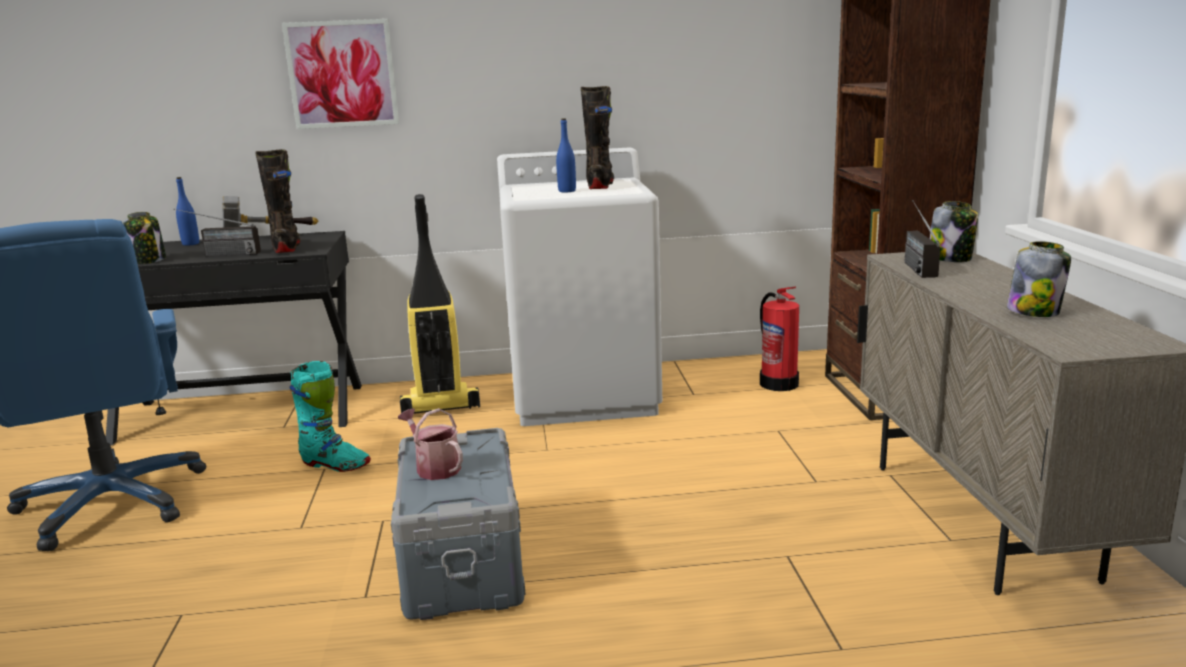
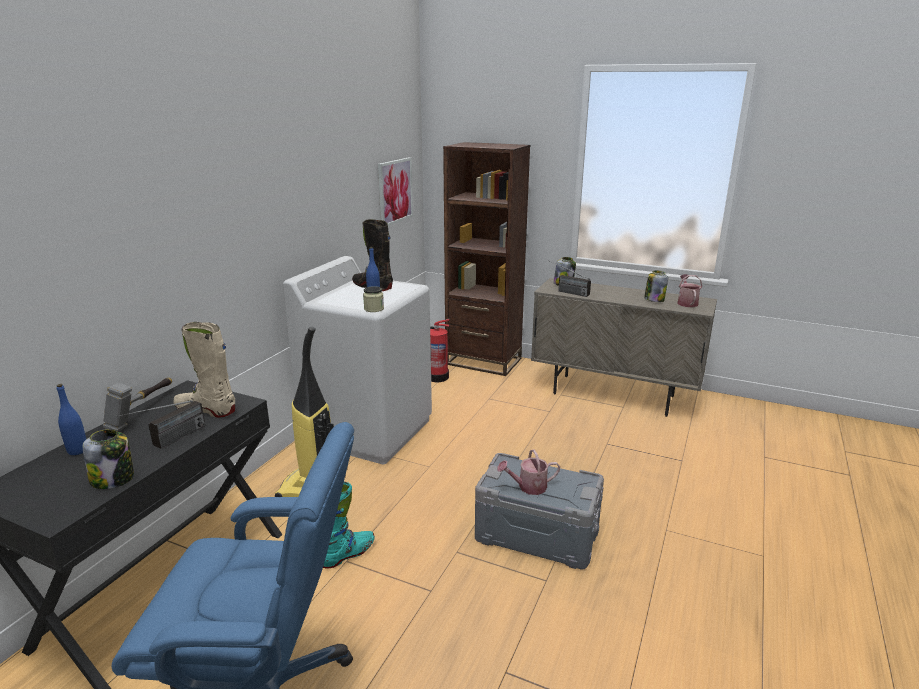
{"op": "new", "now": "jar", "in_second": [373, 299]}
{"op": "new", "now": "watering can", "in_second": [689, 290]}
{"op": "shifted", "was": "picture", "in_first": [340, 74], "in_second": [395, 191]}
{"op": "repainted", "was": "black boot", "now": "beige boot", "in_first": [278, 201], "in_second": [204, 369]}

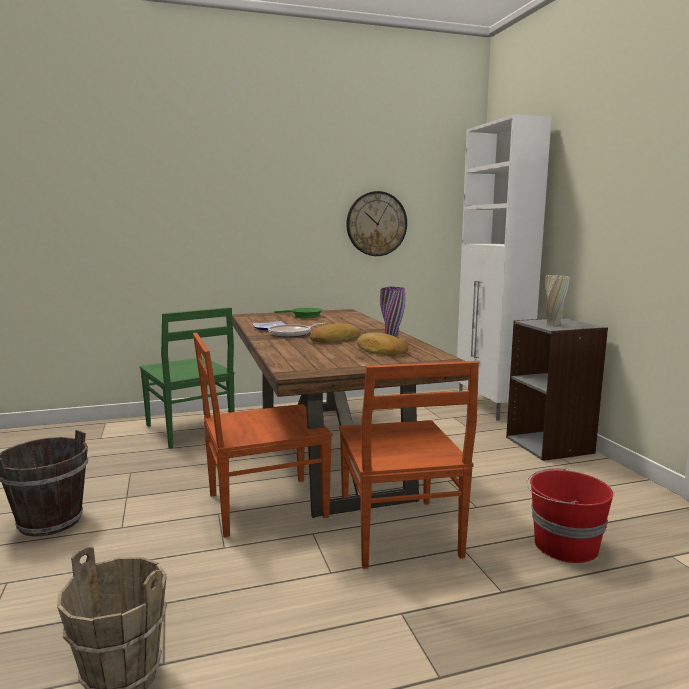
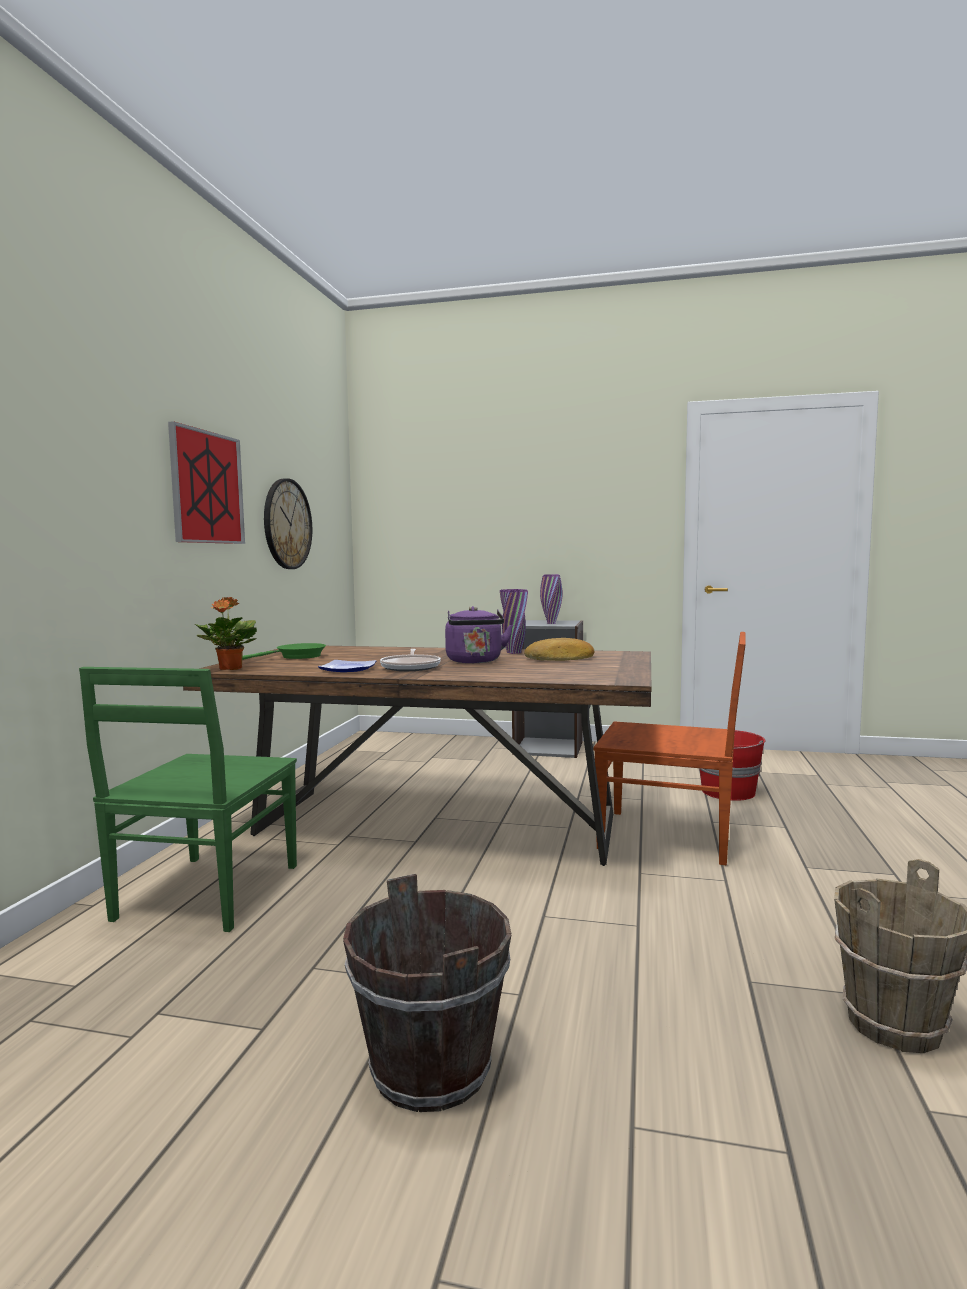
{"op": "gone", "was": "brown chair", "in_first": [263, 435]}
{"op": "gone", "was": "white cabinet", "in_first": [504, 267]}
{"op": "new", "now": "picture", "in_second": [206, 482]}
{"op": "new", "now": "potted plant", "in_second": [226, 633]}
{"op": "swapped", "was": "bread", "now": "purple kettle", "in_first": [335, 333], "in_second": [479, 634]}
{"op": "repainted", "was": "beige vase", "now": "purple vase", "in_first": [557, 300], "in_second": [551, 599]}
{"op": "rotated", "was": "green chair", "in_first": [187, 377], "in_second": [188, 799], "clockwise": 105}

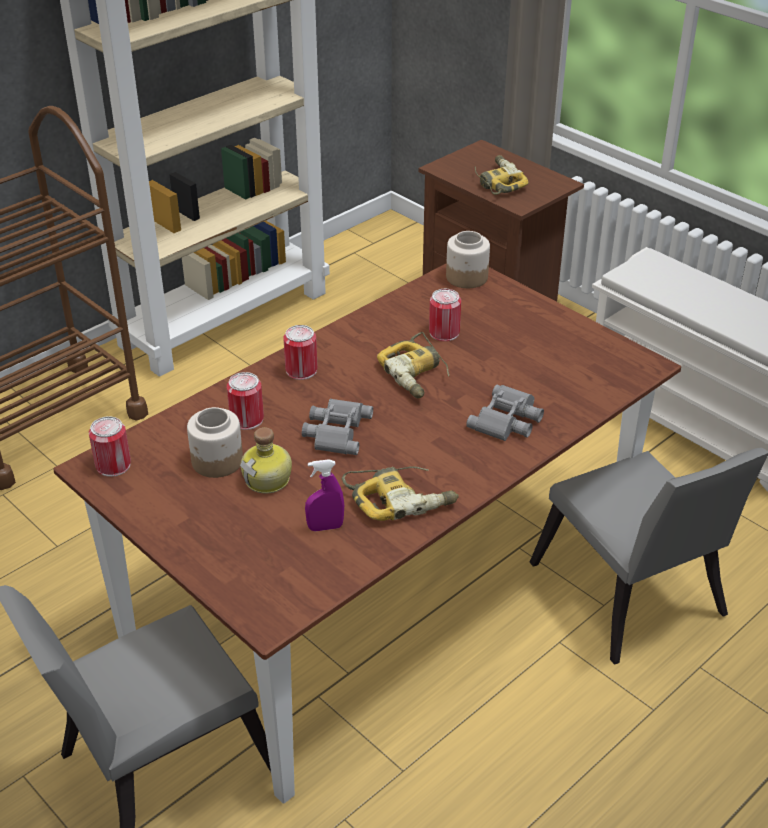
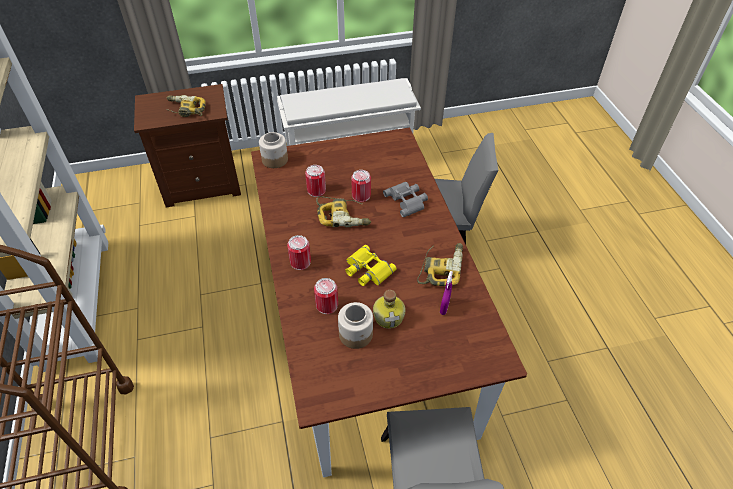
{"op": "shifted", "was": "can", "in_first": [110, 446], "in_second": [361, 186]}
{"op": "repainted", "was": "grey binoculars", "now": "yellow binoculars", "in_first": [337, 427], "in_second": [371, 265]}

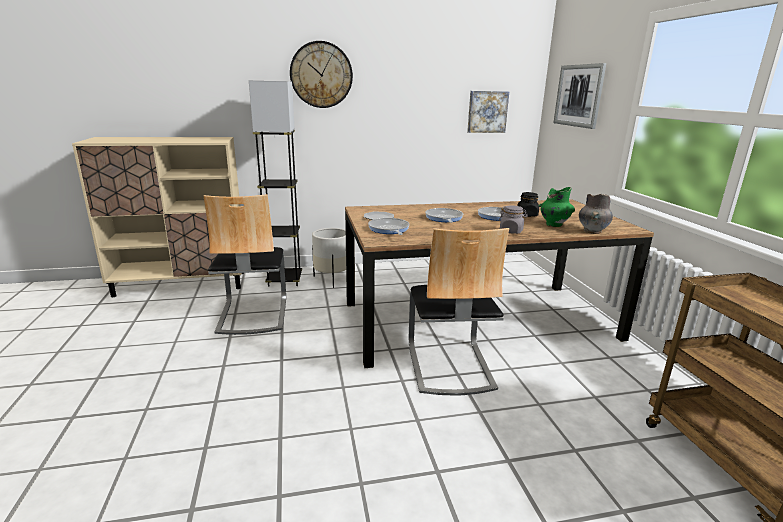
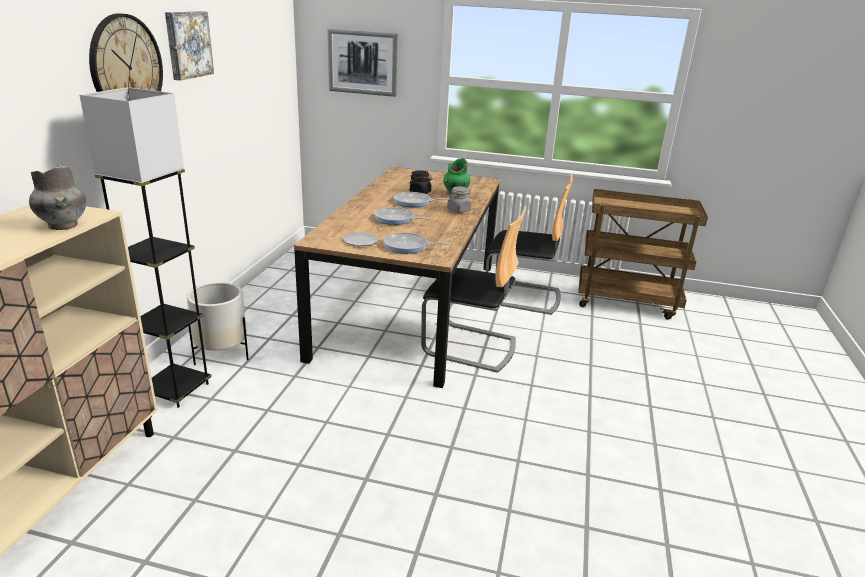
{"op": "shifted", "was": "chair", "in_first": [245, 264], "in_second": [529, 244]}
{"op": "shifted", "was": "picture", "in_first": [488, 112], "in_second": [189, 46]}
{"op": "shifted", "was": "grey vase", "in_first": [596, 214], "in_second": [58, 197]}

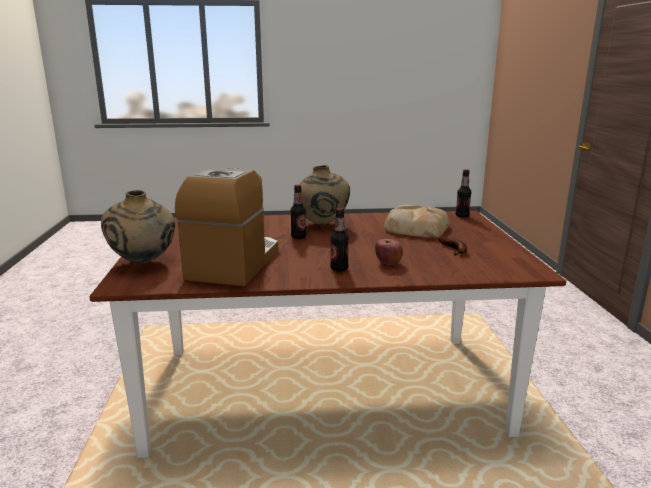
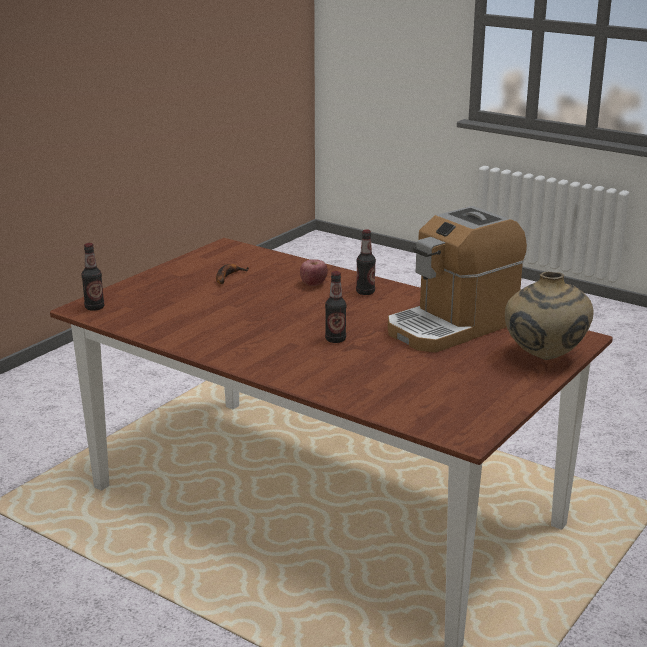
{"op": "gone", "was": "beige vase", "in_first": [324, 195]}
{"op": "gone", "was": "bread", "in_first": [417, 221]}

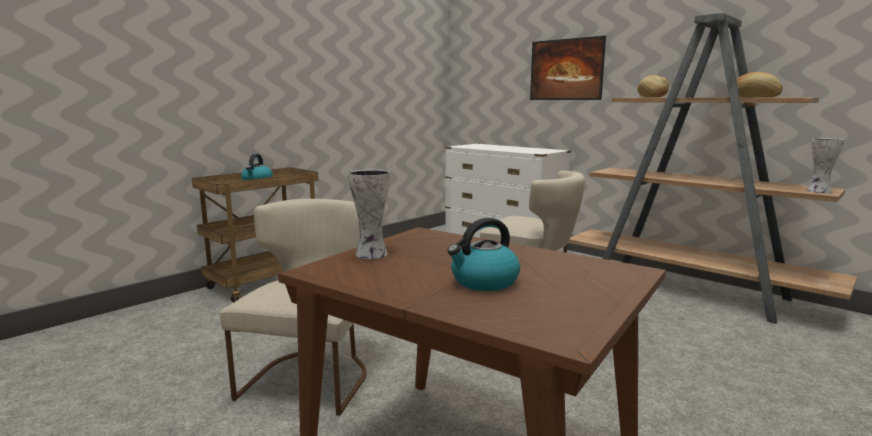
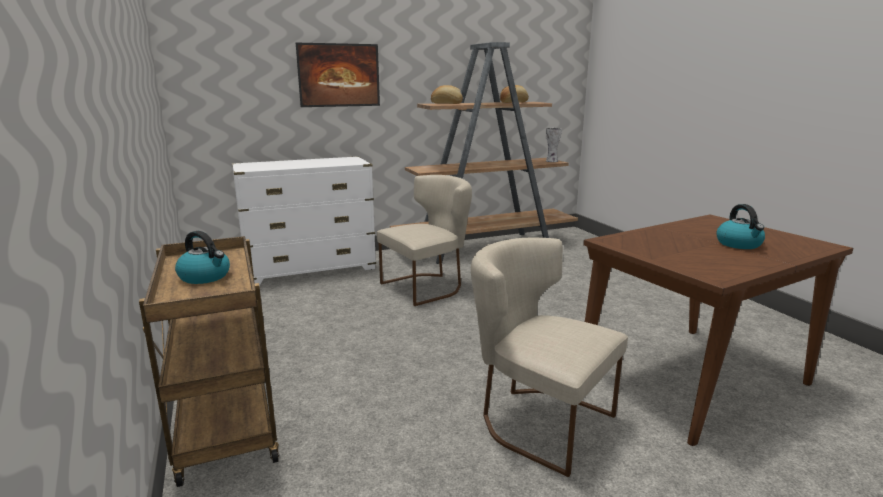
{"op": "gone", "was": "vase", "in_first": [369, 214]}

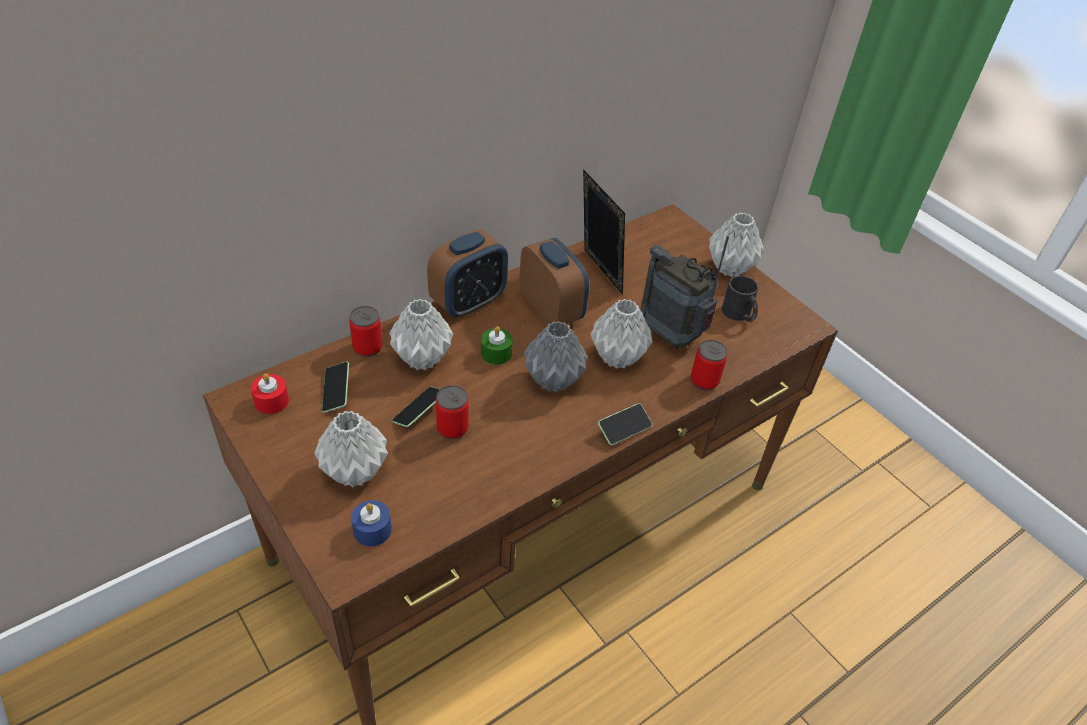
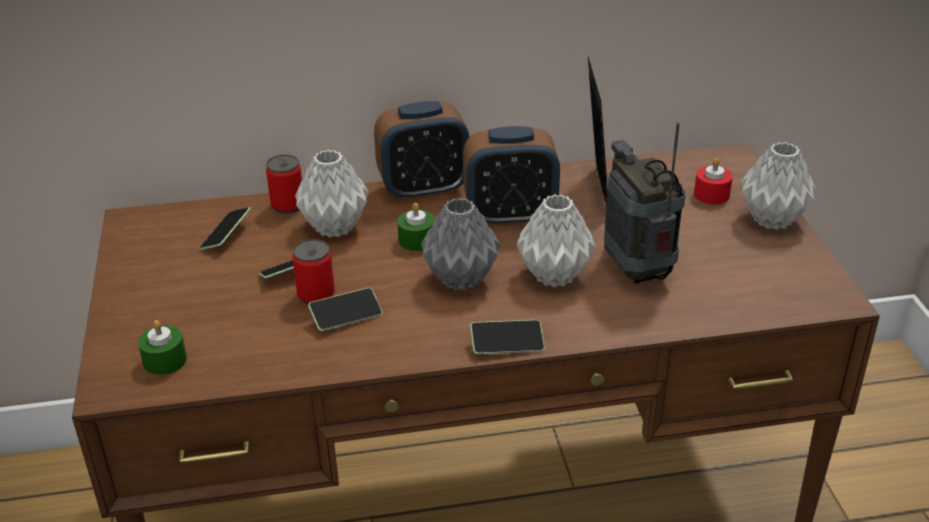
{"op": "gone", "was": "grey vase", "in_first": [351, 449]}
{"op": "gone", "was": "can", "in_first": [709, 365]}
{"op": "gone", "was": "black mug", "in_first": [740, 298]}
{"op": "new", "now": "phone", "in_second": [345, 309]}
{"op": "shifted", "was": "red candle", "in_first": [270, 393], "in_second": [713, 181]}
{"op": "repainted", "was": "blue candle", "now": "green candle", "in_first": [371, 523], "in_second": [162, 347]}
{"op": "rotated", "was": "alarm clock", "in_first": [554, 282], "in_second": [511, 176], "clockwise": 90}

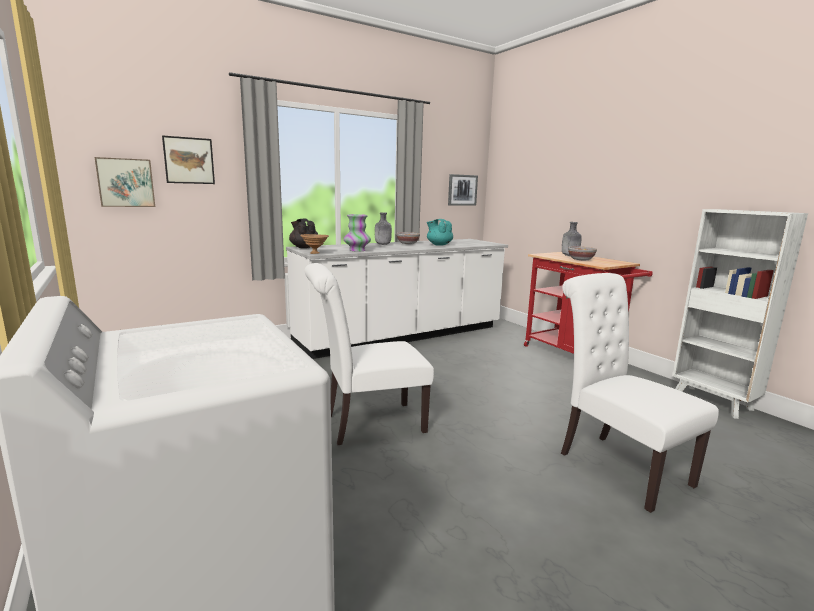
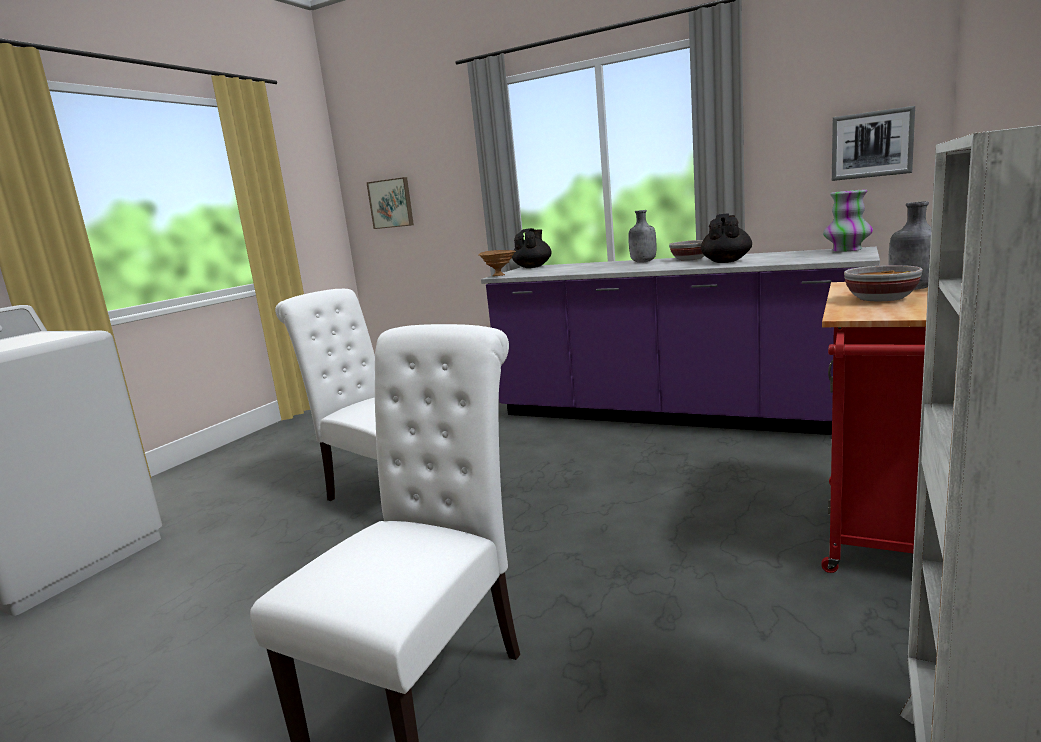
{"op": "gone", "was": "picture", "in_first": [188, 159]}
{"op": "shifted", "was": "vase", "in_first": [357, 232], "in_second": [848, 220]}
{"op": "repainted", "was": "white counter", "now": "purple counter", "in_first": [397, 299], "in_second": [680, 341]}
{"op": "repainted", "was": "turquoise teapot", "now": "black teapot", "in_first": [440, 232], "in_second": [726, 238]}

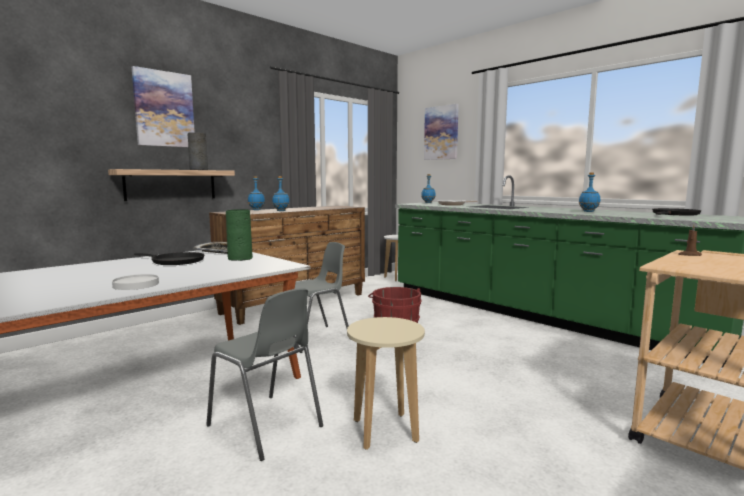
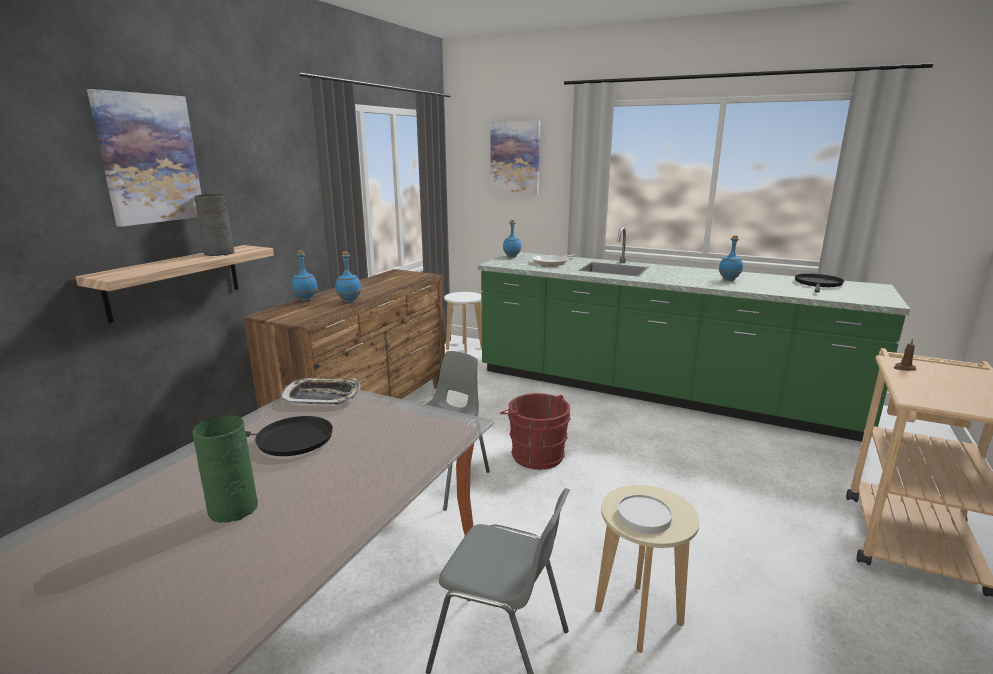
{"op": "shifted", "was": "white plate", "in_first": [135, 282], "in_second": [644, 514]}
{"op": "shifted", "was": "green vase", "in_first": [239, 235], "in_second": [225, 469]}

